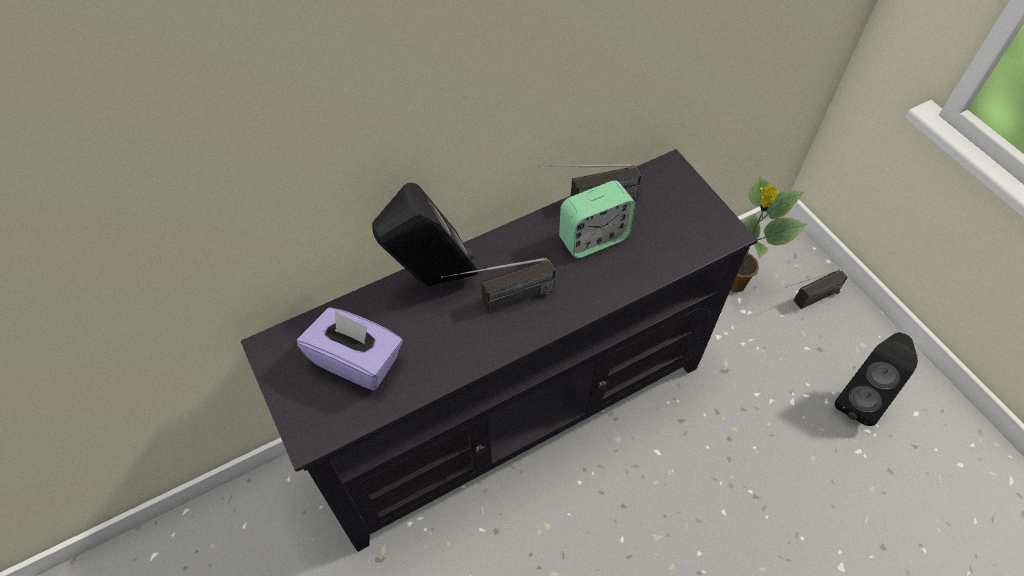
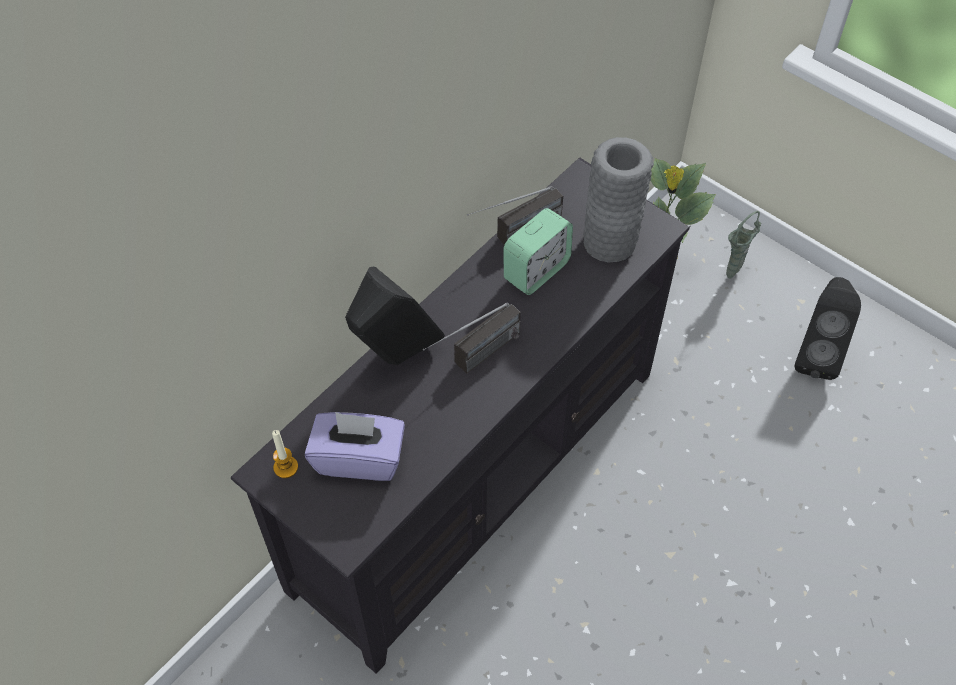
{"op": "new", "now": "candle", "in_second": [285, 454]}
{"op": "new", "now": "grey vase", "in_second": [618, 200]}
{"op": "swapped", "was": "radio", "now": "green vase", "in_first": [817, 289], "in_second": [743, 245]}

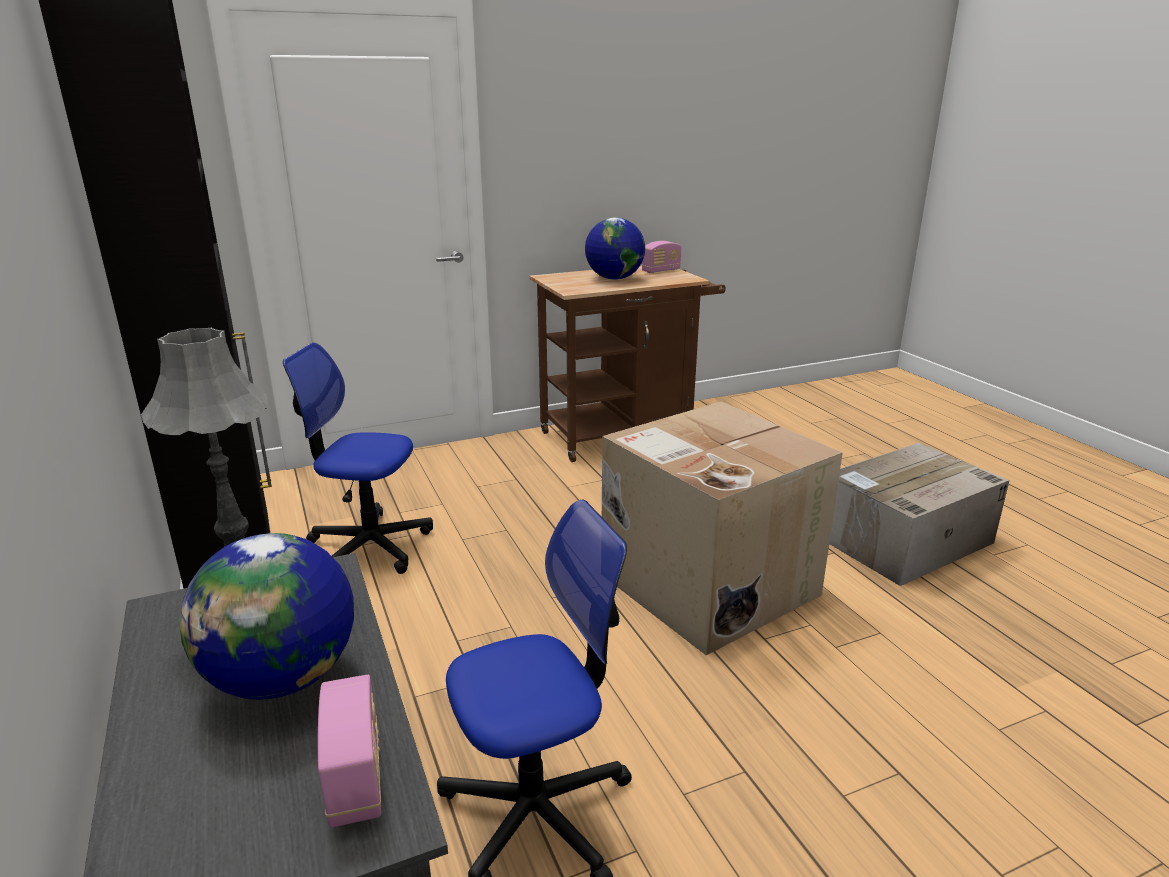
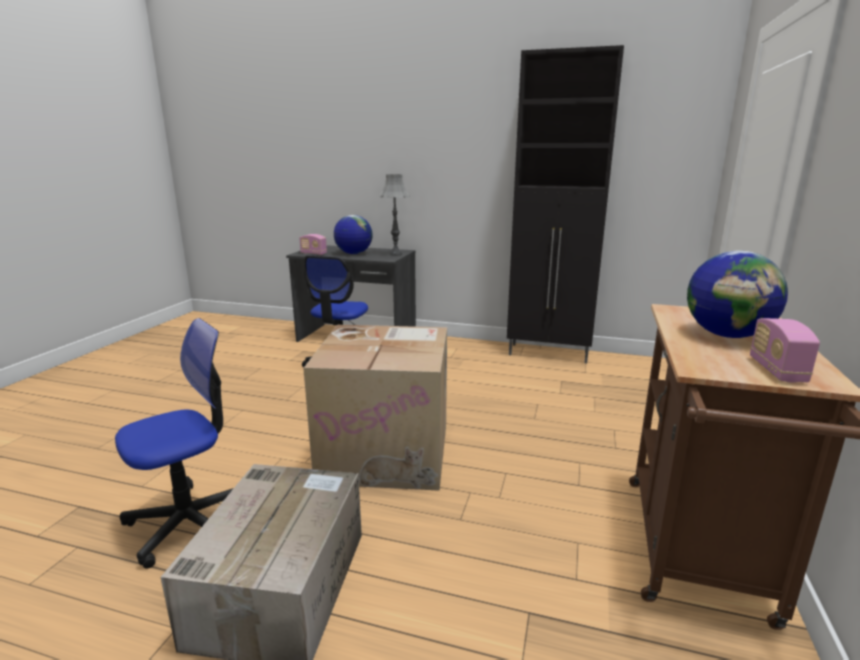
{"op": "shifted", "was": "office chair", "in_first": [358, 458], "in_second": [174, 443]}

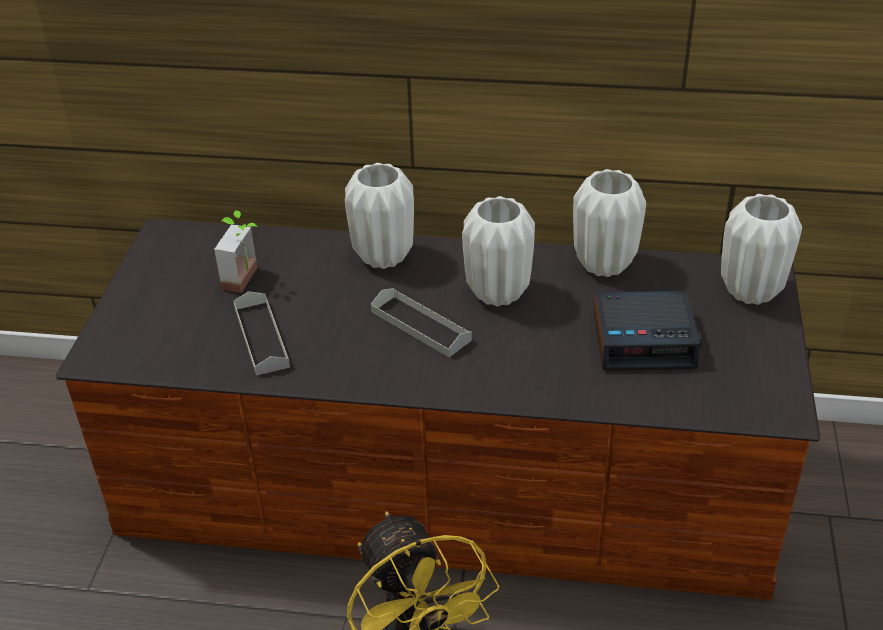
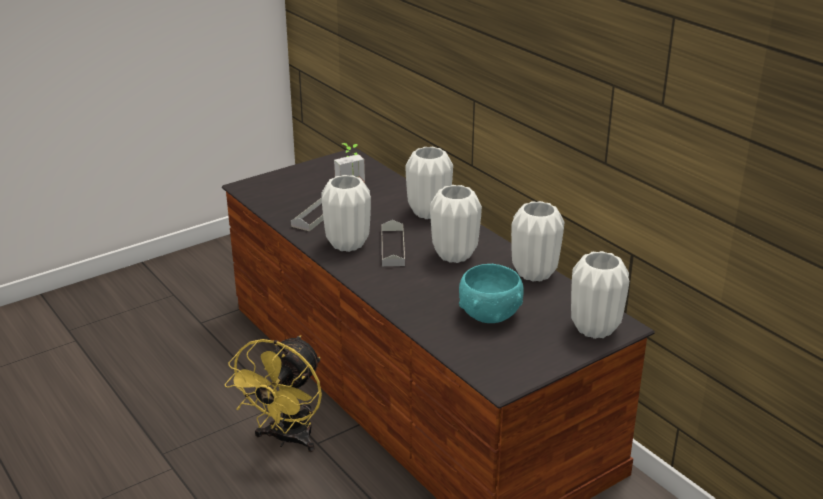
{"op": "new", "now": "white vase", "in_second": [346, 213]}
{"op": "swapped", "was": "alarm clock", "now": "turquoise bowl", "in_first": [647, 330], "in_second": [491, 293]}

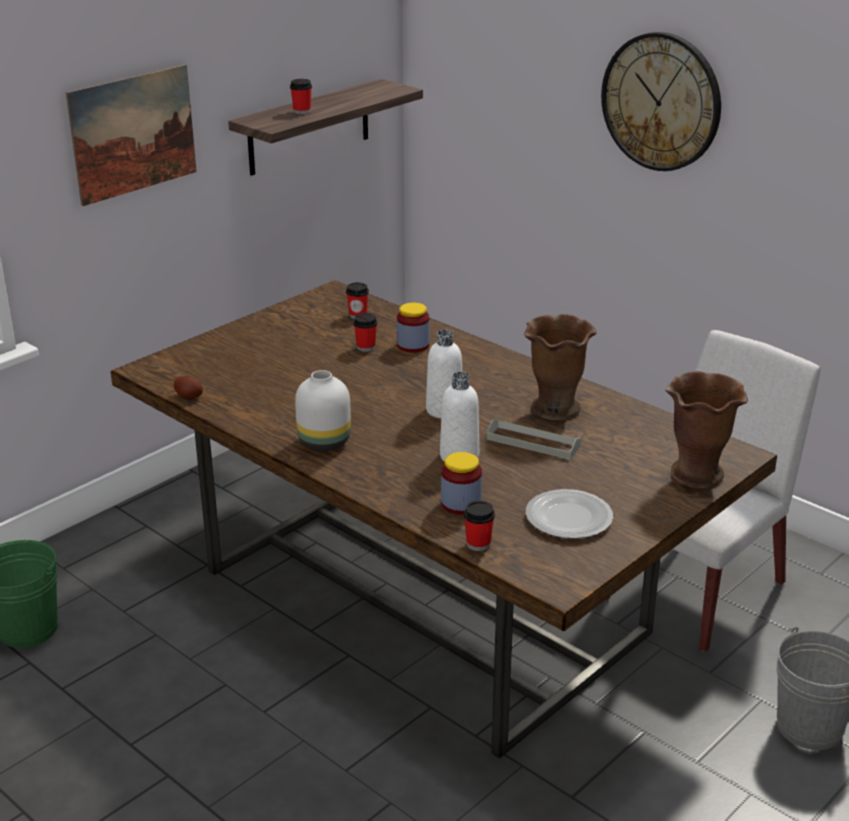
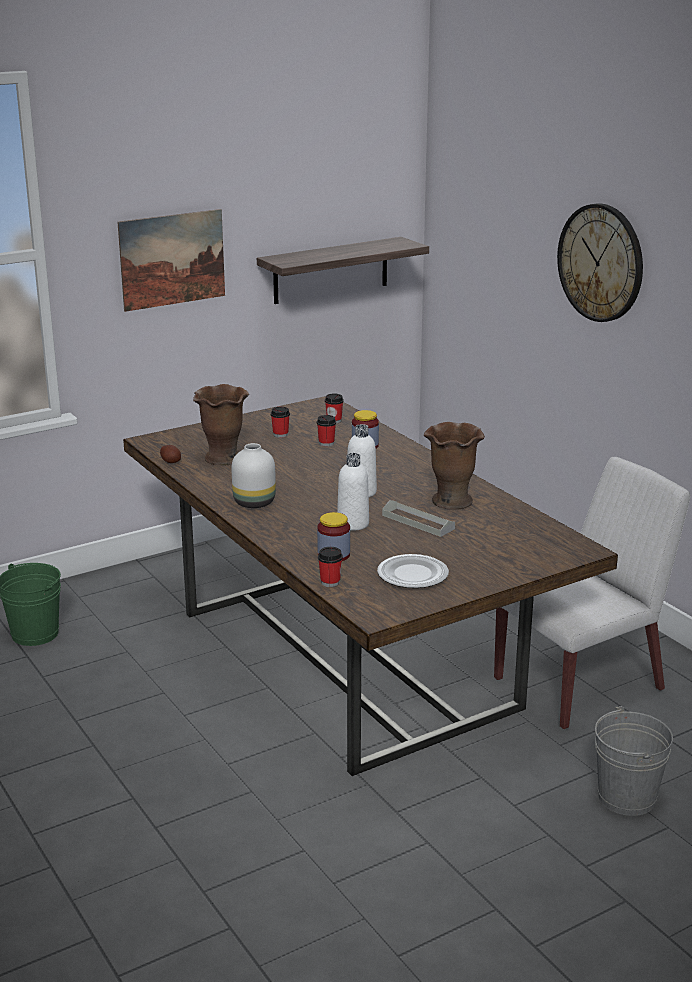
{"op": "shifted", "was": "cup", "in_first": [301, 96], "in_second": [280, 422]}
{"op": "shifted", "was": "brown vase", "in_first": [706, 429], "in_second": [221, 425]}

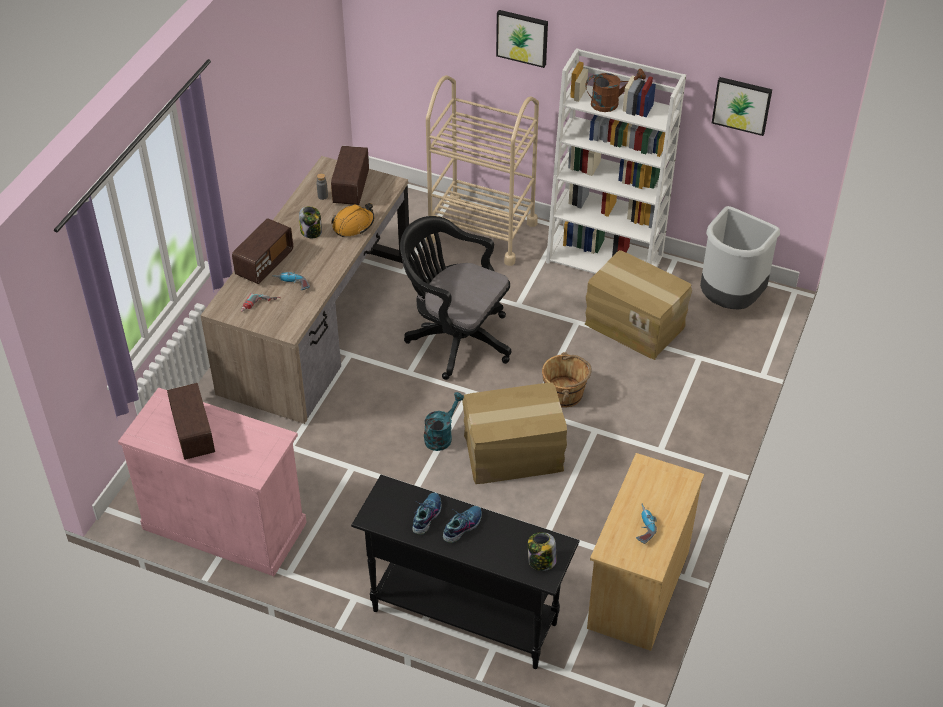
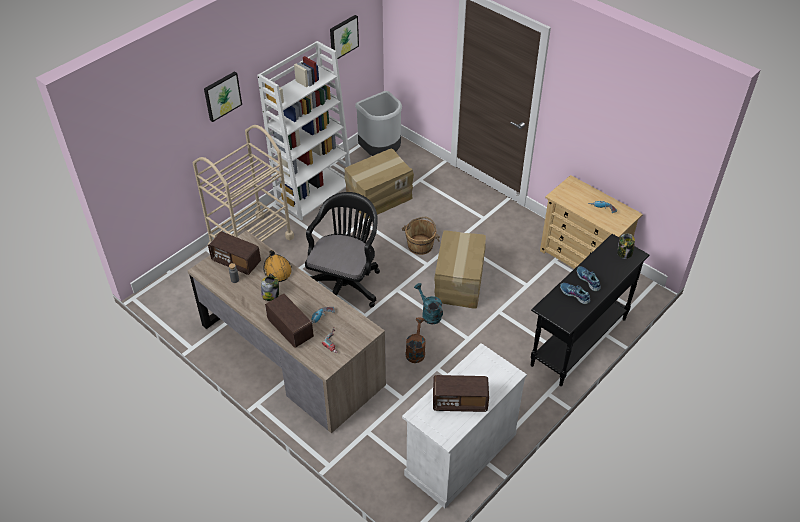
{"op": "shifted", "was": "brown watering can", "in_first": [615, 90], "in_second": [416, 340]}
{"op": "repainted", "was": "pink cabinet", "now": "white cabinet", "in_first": [212, 481], "in_second": [464, 425]}
{"op": "rotated", "was": "black office chair", "in_first": [455, 298], "in_second": [342, 250], "clockwise": 150}

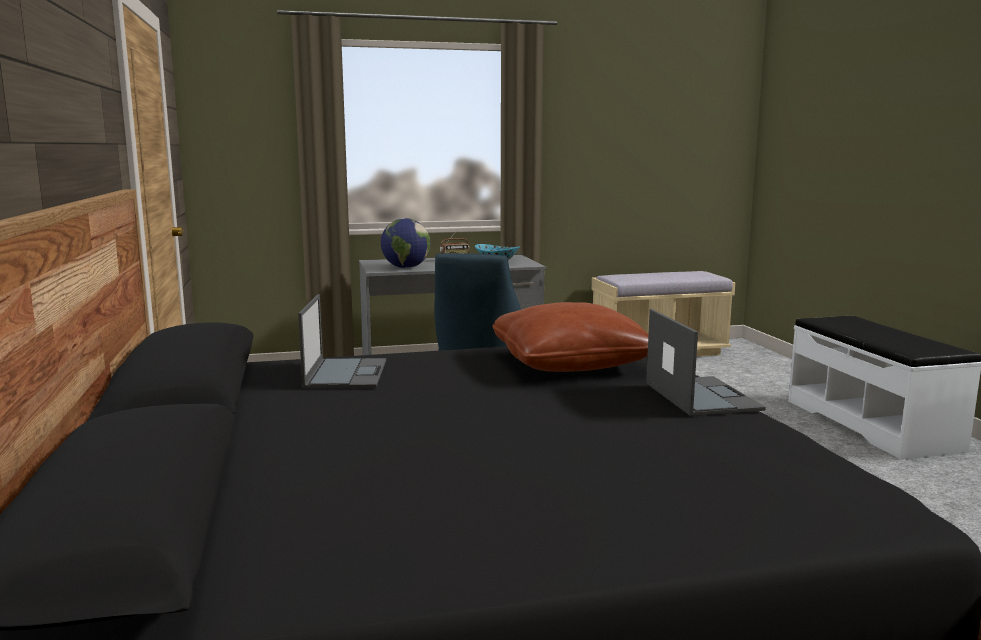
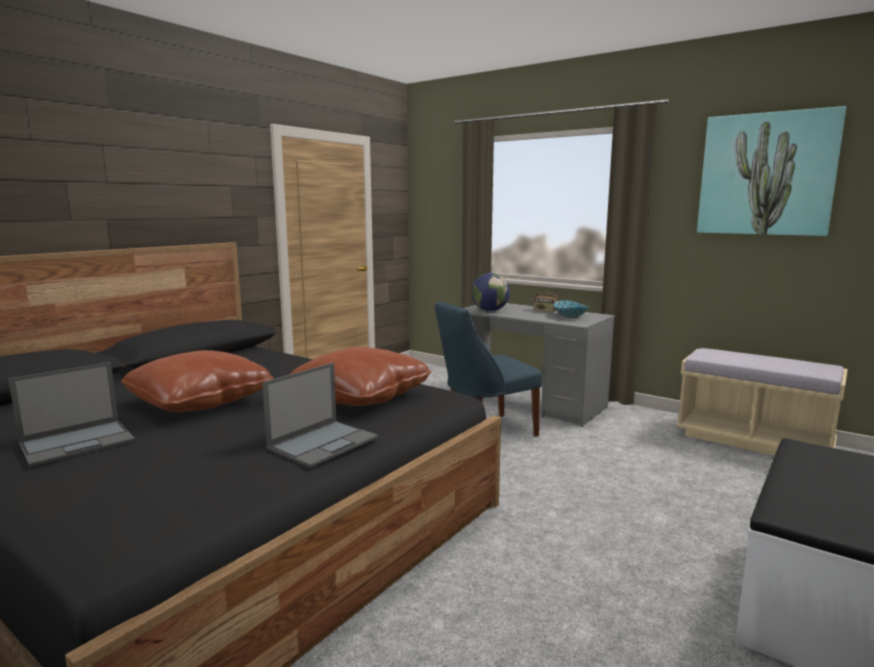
{"op": "new", "now": "brown pillow", "in_second": [197, 381]}
{"op": "new", "now": "picture", "in_second": [771, 171]}
{"op": "shifted", "was": "laptop", "in_first": [342, 341], "in_second": [71, 414]}

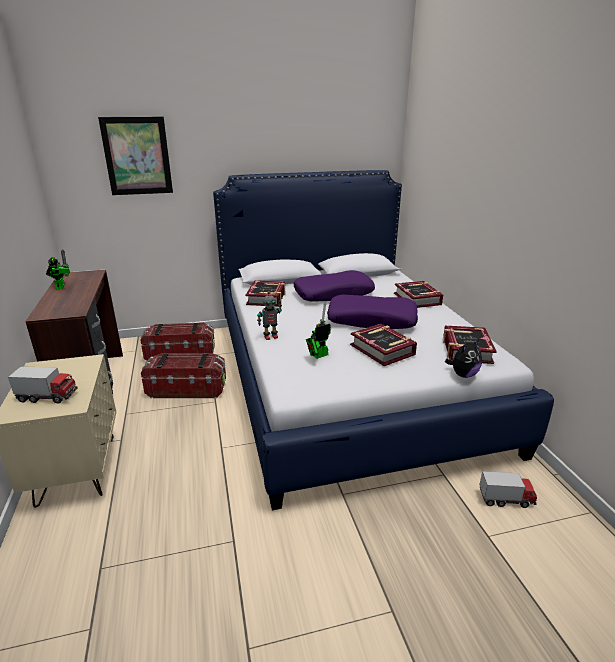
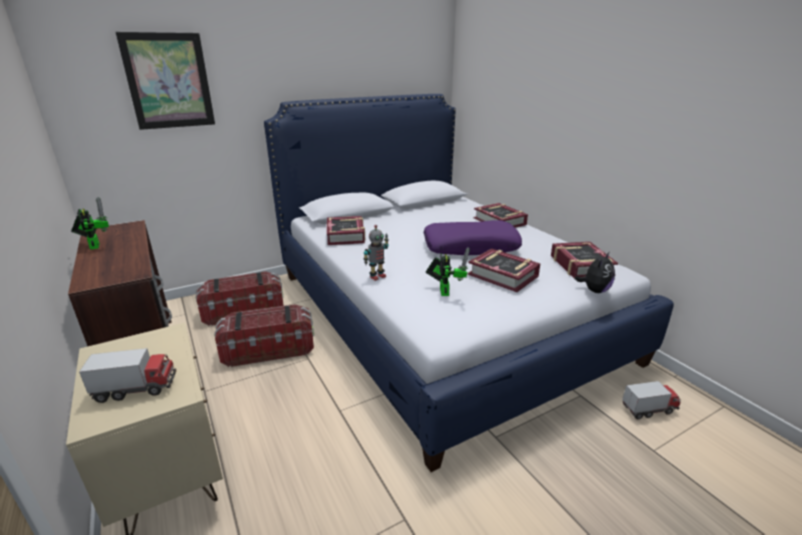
{"op": "gone", "was": "purple pillow", "in_first": [334, 286]}
{"op": "rotated", "was": "toy robot", "in_first": [318, 330], "in_second": [448, 272], "clockwise": 135}

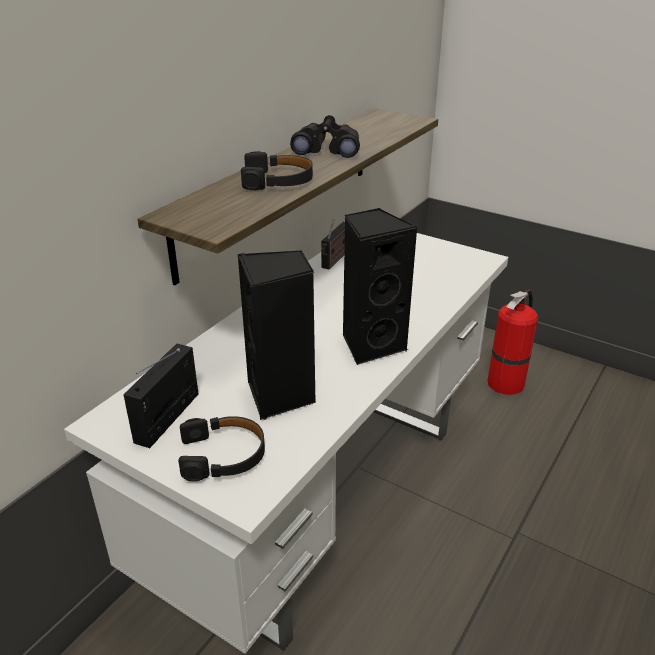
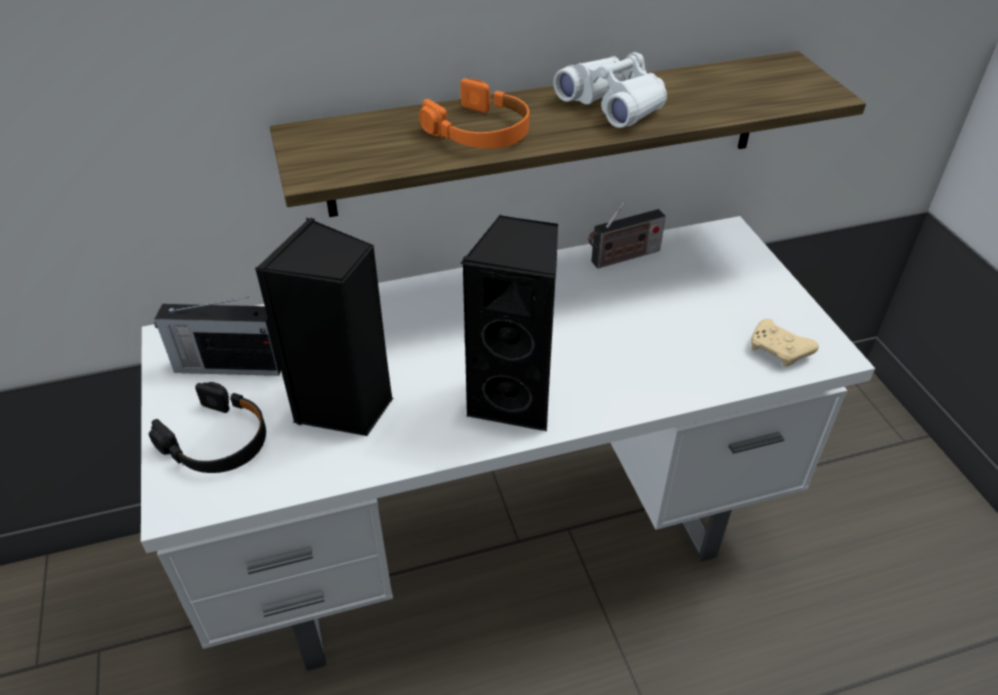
{"op": "gone", "was": "fire extinguisher", "in_first": [513, 342]}
{"op": "new", "now": "beige game controller", "in_second": [785, 343]}
{"op": "repainted", "was": "black headphones", "now": "orange headphones", "in_first": [277, 170], "in_second": [474, 113]}
{"op": "repainted", "was": "black binoculars", "now": "white binoculars", "in_first": [325, 136], "in_second": [610, 90]}
{"op": "rotated", "was": "radio", "in_first": [161, 395], "in_second": [217, 336], "clockwise": -150}

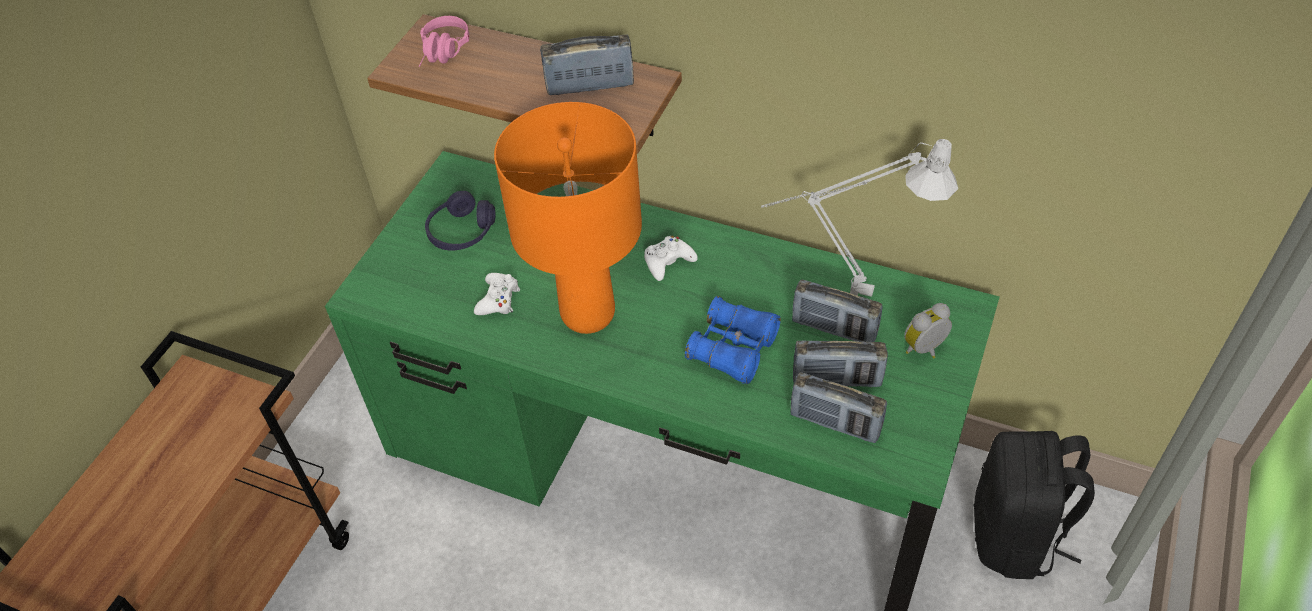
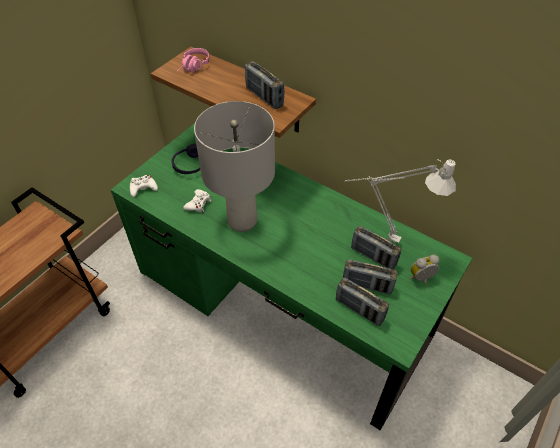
{"op": "gone", "was": "blue binoculars", "in_first": [733, 340]}
{"op": "gone", "was": "black backpack", "in_first": [1034, 505]}
{"op": "shifted", "was": "white game controller", "in_first": [671, 258], "in_second": [144, 186]}
{"op": "repainted", "was": "orange table lamp", "now": "grey table lamp", "in_first": [568, 218], "in_second": [234, 166]}
{"op": "rotated", "was": "radio", "in_first": [587, 65], "in_second": [264, 85], "clockwise": -135}

